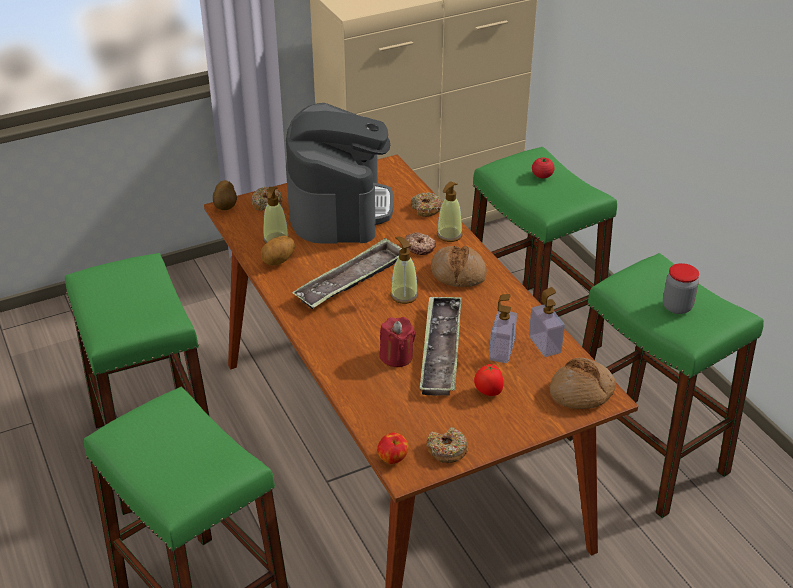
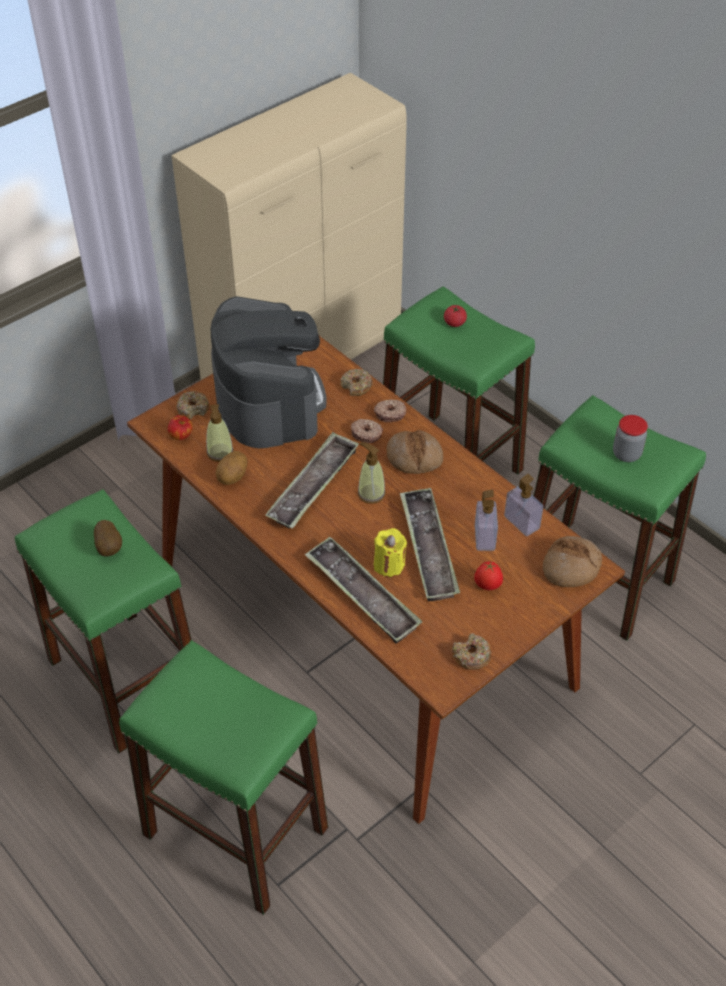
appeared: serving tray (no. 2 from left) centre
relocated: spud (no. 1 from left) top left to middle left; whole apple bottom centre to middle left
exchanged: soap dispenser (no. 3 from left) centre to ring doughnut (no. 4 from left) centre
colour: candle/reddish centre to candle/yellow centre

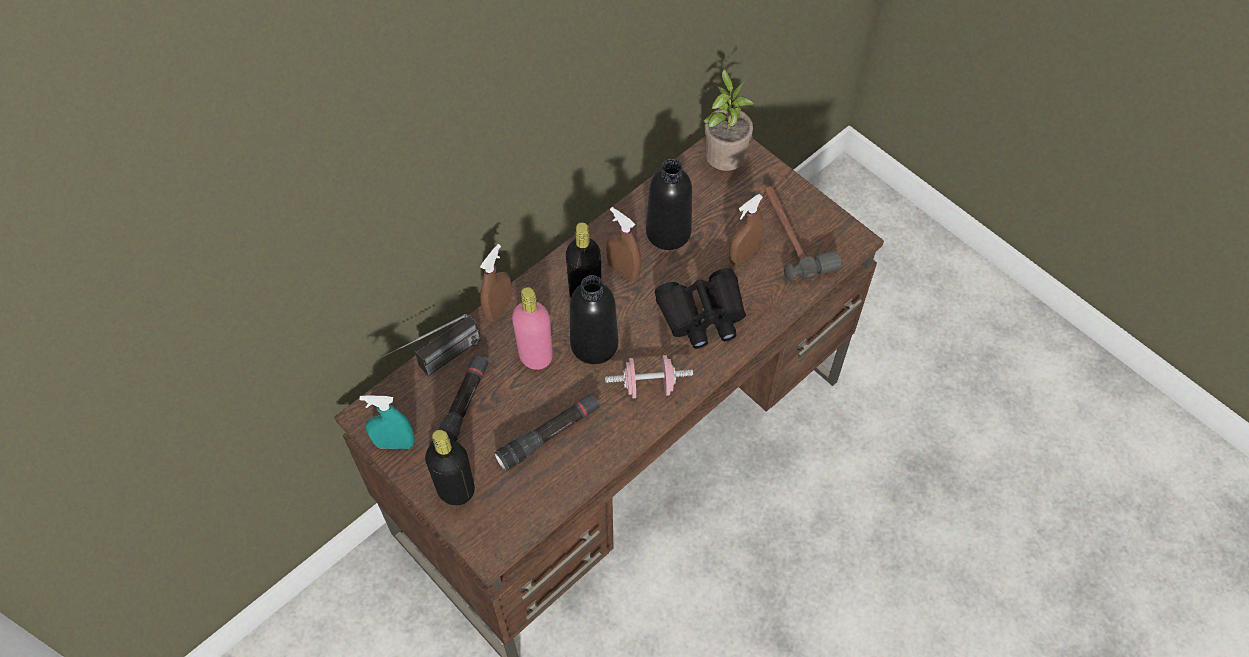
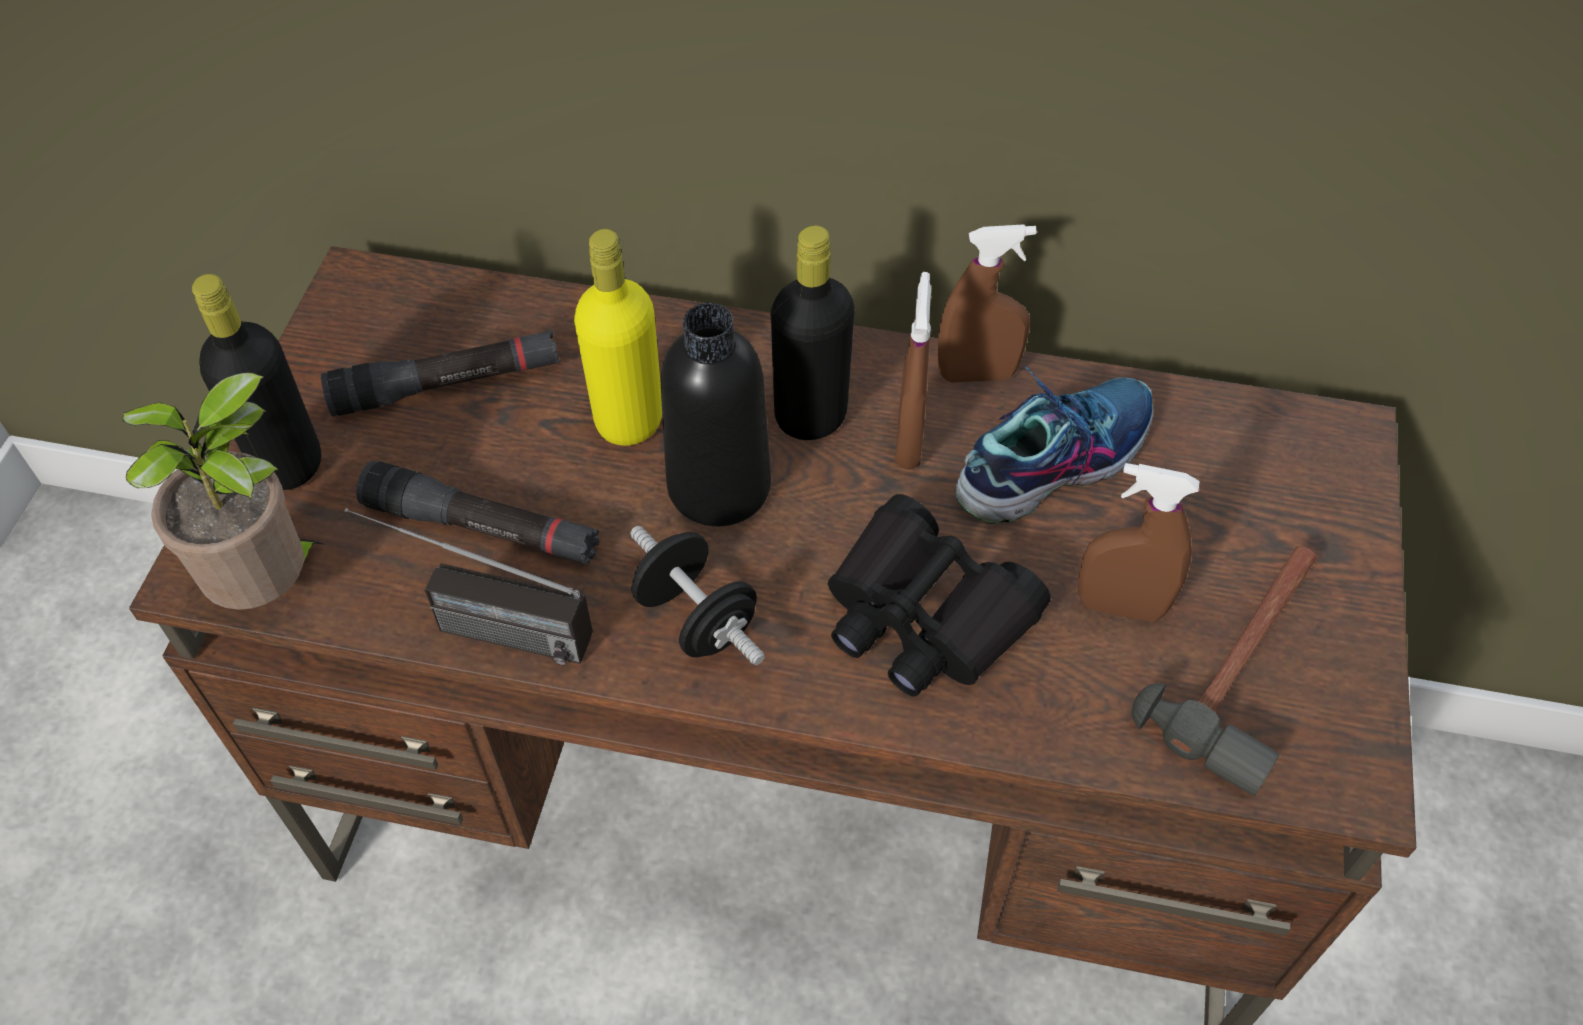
missing: hand sprayer/turquoise-coloured middle left
relocated: radio set centre to middle left; hand sprayer/brownish (no. 1 from left in the first image) centre to hand sprayer/brownish (no. 2 from left) top centre; plant in a pot top centre to middle left
exchanged: drink bottle/black (no. 4 from left) top centre to shoe centre
colour: drink bottle/pink-coloured centre to drink bottle/yellow top centre; dumbbell/pink-coloured centre to dumbbell/black centre

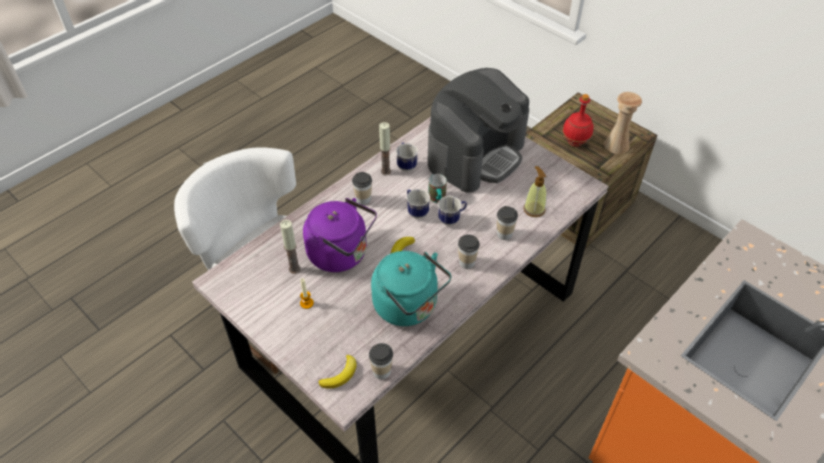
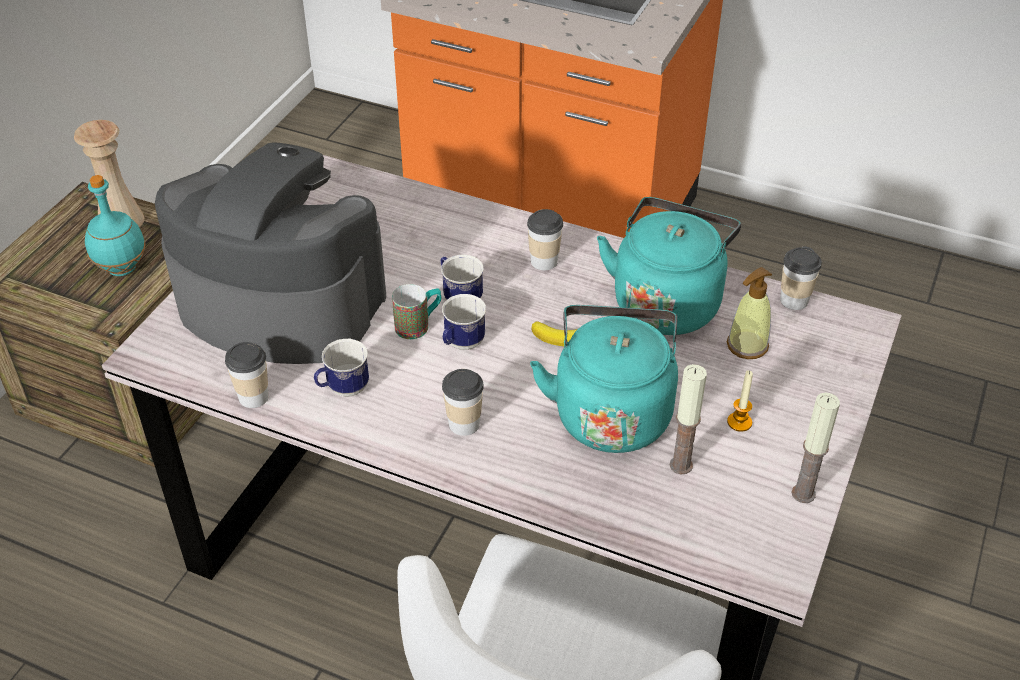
missing: whole banana (no. 1 from left) bottom centre
relocated: candle (no. 3 from left) top centre to middle right; cup (no. 4 from left in the first image) centre to cup (no. 1 from left) middle left; soap dispenser centre to middle right
colour: water kettle/purplish centre to water kettle/turquoise-coloured (no. 1 from left) centre; drink bottle/reddish top right to drink bottle/turquoise-coloured top left

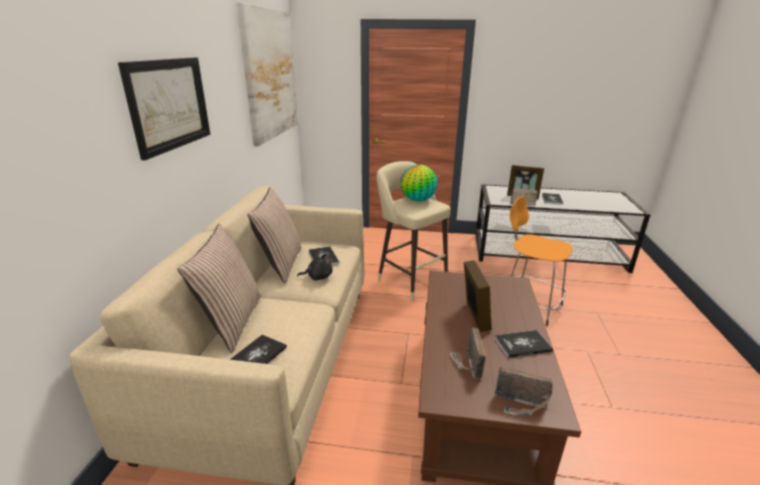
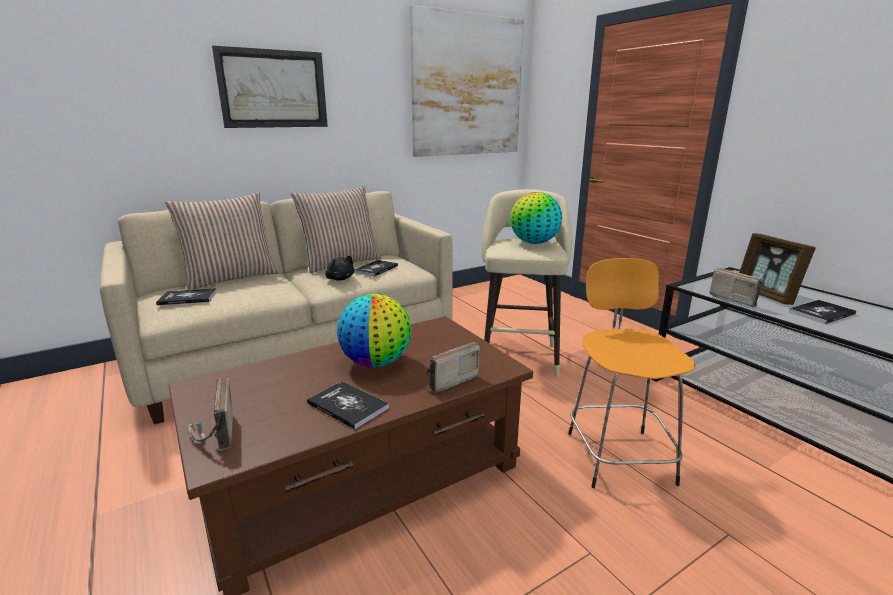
relocated: radio set (no. 1 from left in the first image) bottom centre to radio set (no. 2 from left) centre
exchanged: standing frame (no. 1 from left) centre to globe (no. 1 from left) centre

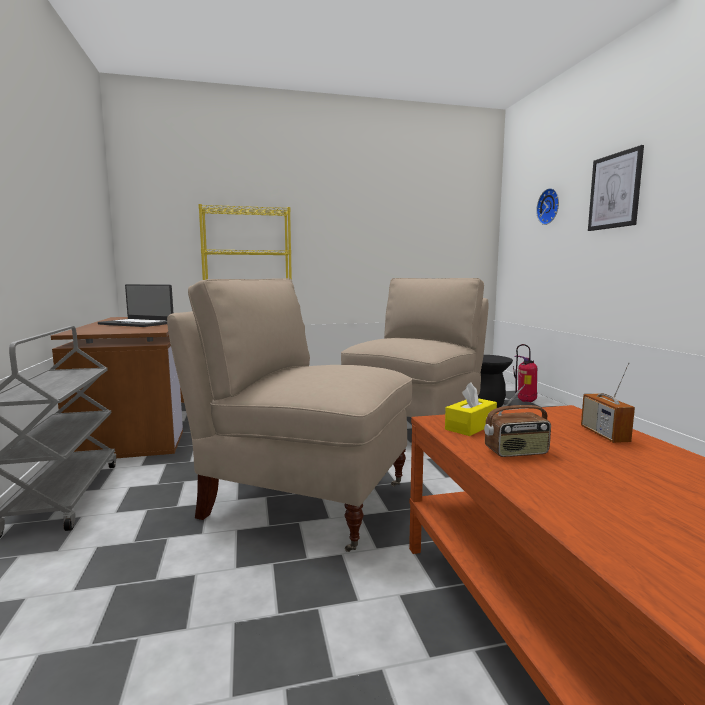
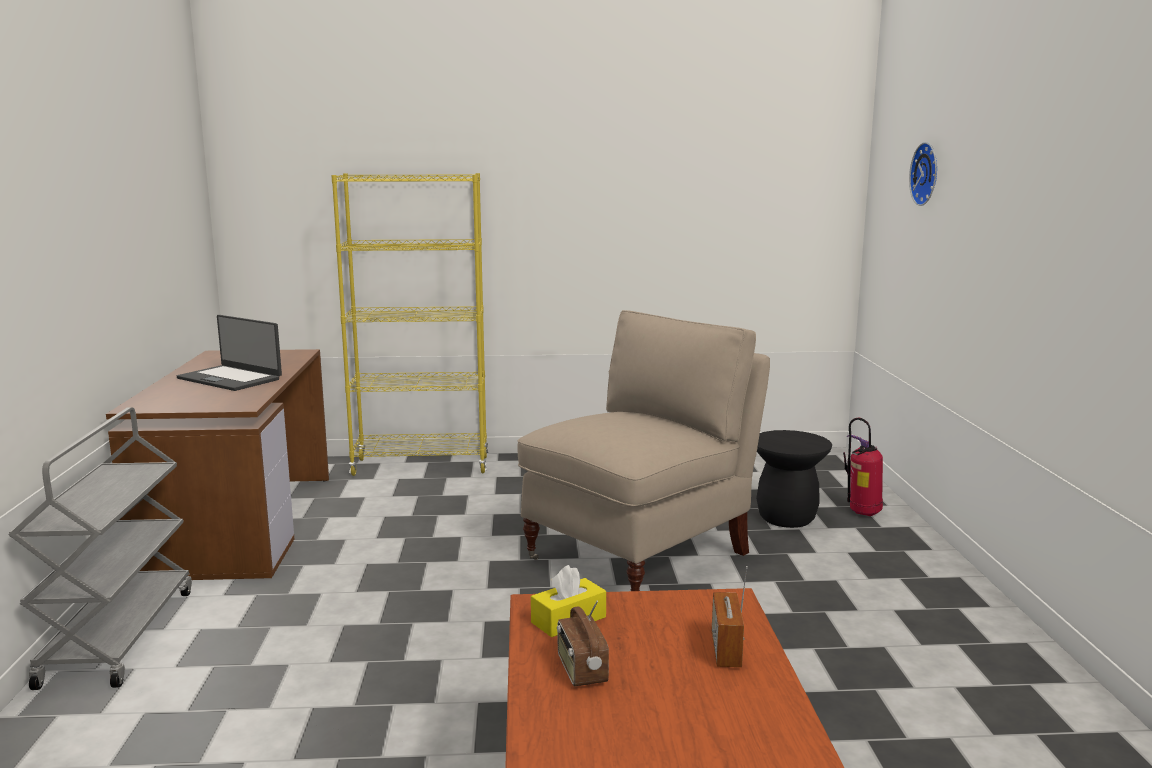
missing: plain chair/sand-coloured (no. 1 from left) centre; wall picture top right
spun: radio set (no. 1 from left) middle right = bottom centre 75 degrees clockwise

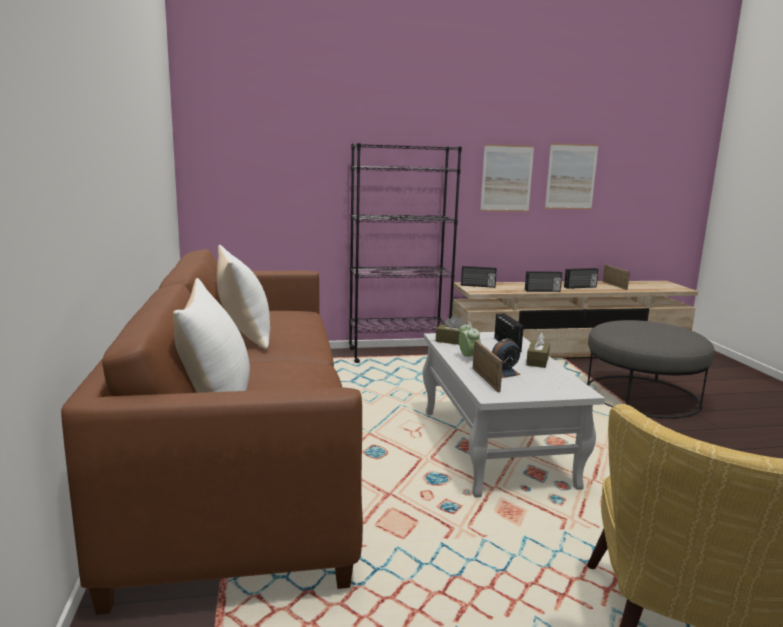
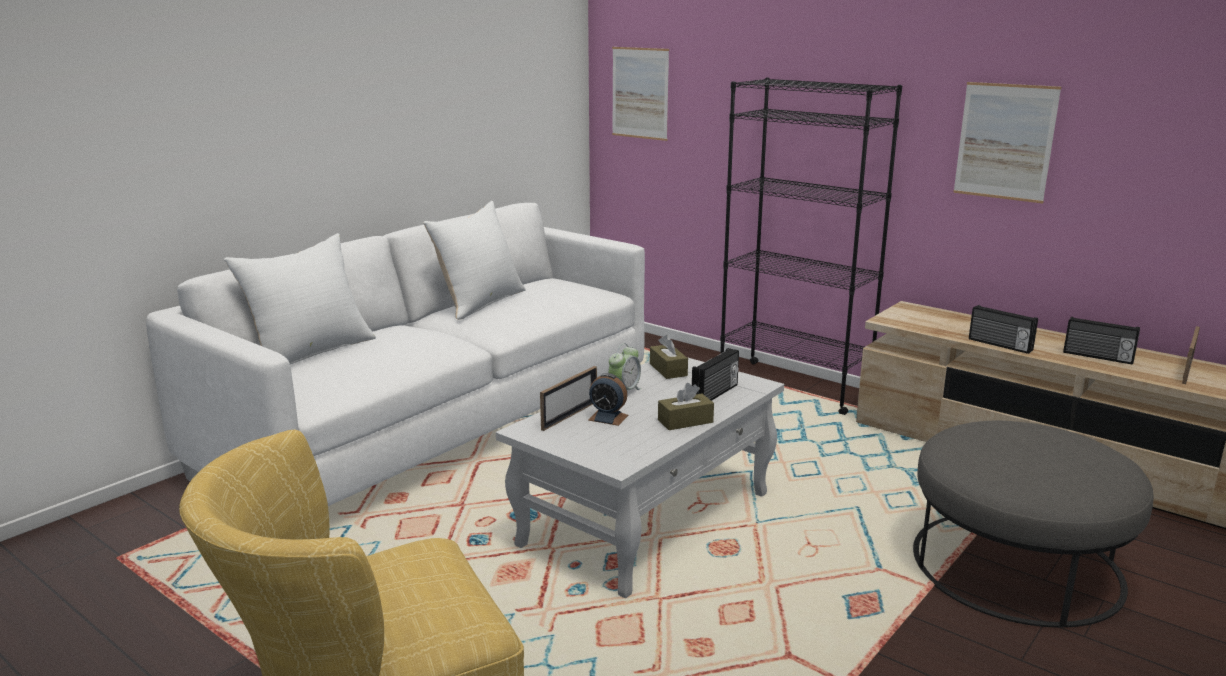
missing: radio set (no. 1 from left) centre
relocated: wall picture (no. 2 from left in the first image) top right to wall picture (no. 1 from left) top centre
colour: sofa/brownish bottom left to sofa/white-coloured middle left

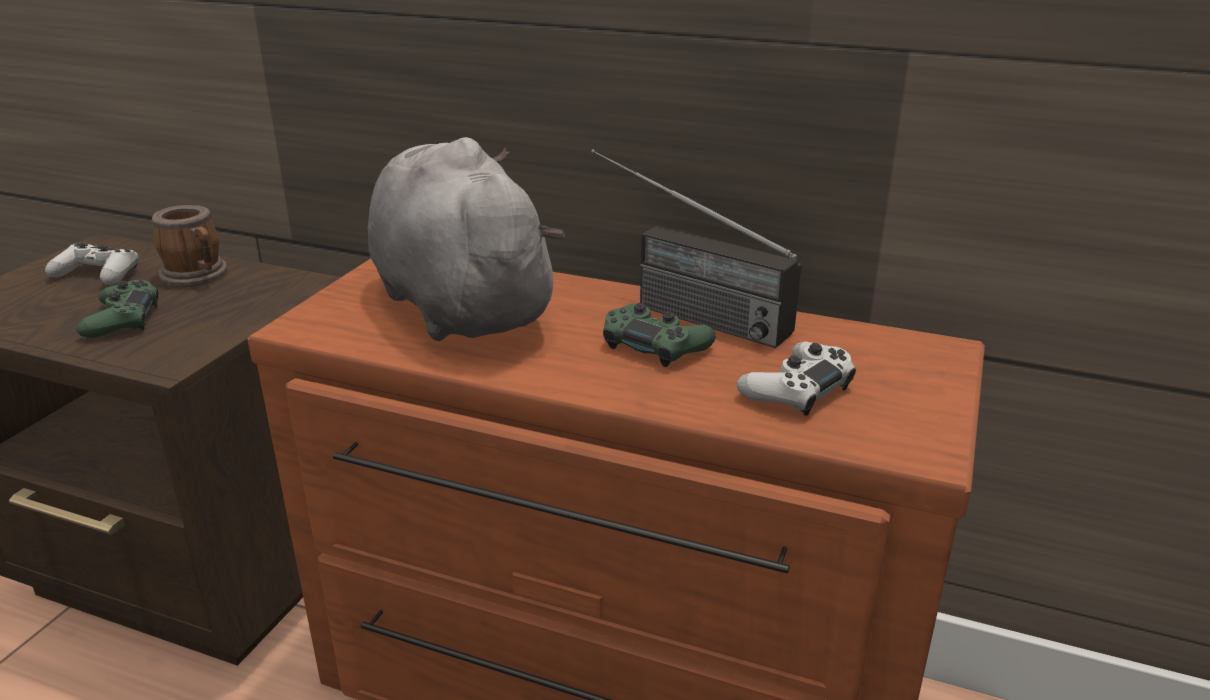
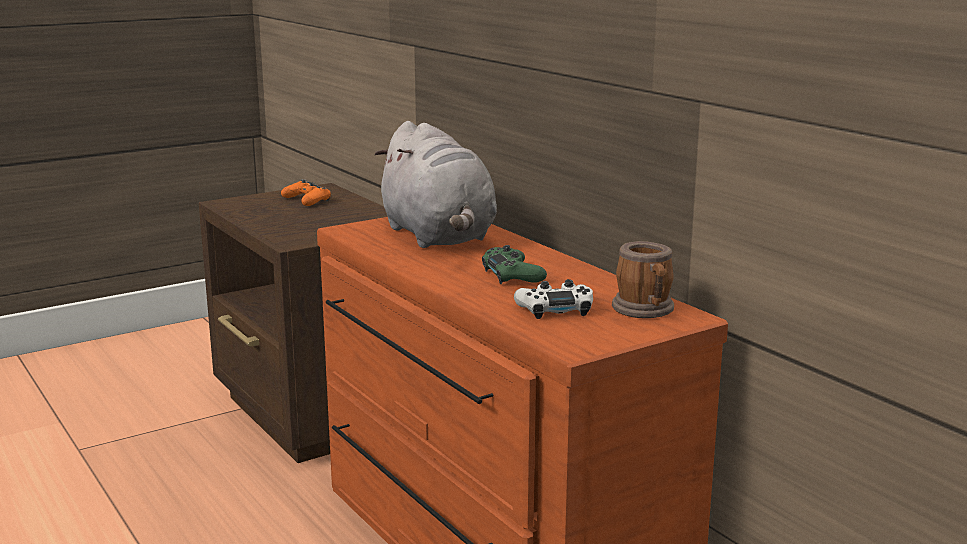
missing: gamepad/green-coloured (no. 1 from left) middle left; radio set centre
relocated: coffee mug middle left to centre
colour: gamepad/white-coloured (no. 1 from left) middle left to gamepad/orange-coloured middle left
spun: soft toy/grey centre = centre 150 degrees clockwise

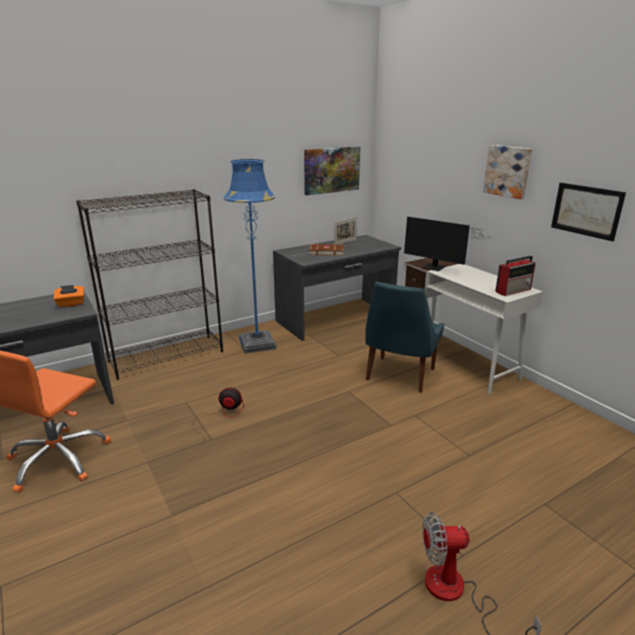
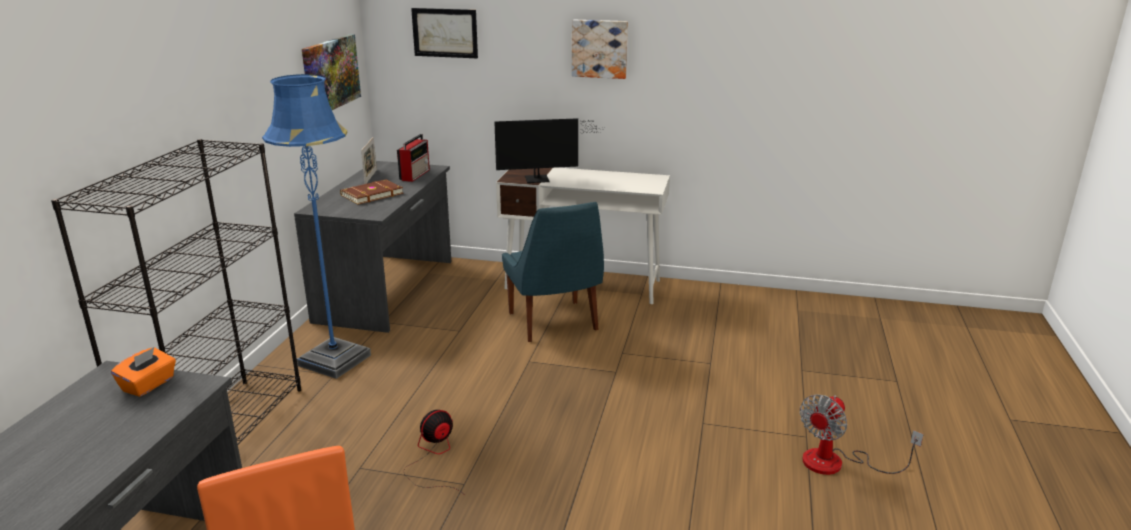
relocated: radio set middle right to top centre; wall picture (no. 3 from left in the first image) middle right to wall picture (no. 2 from left) top centre

